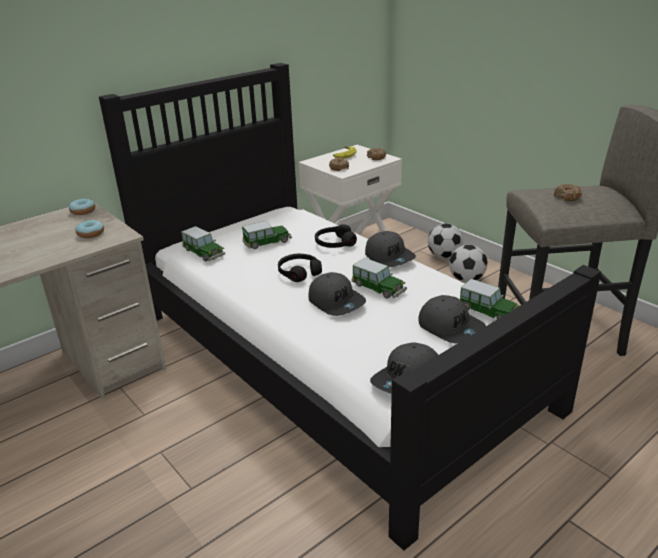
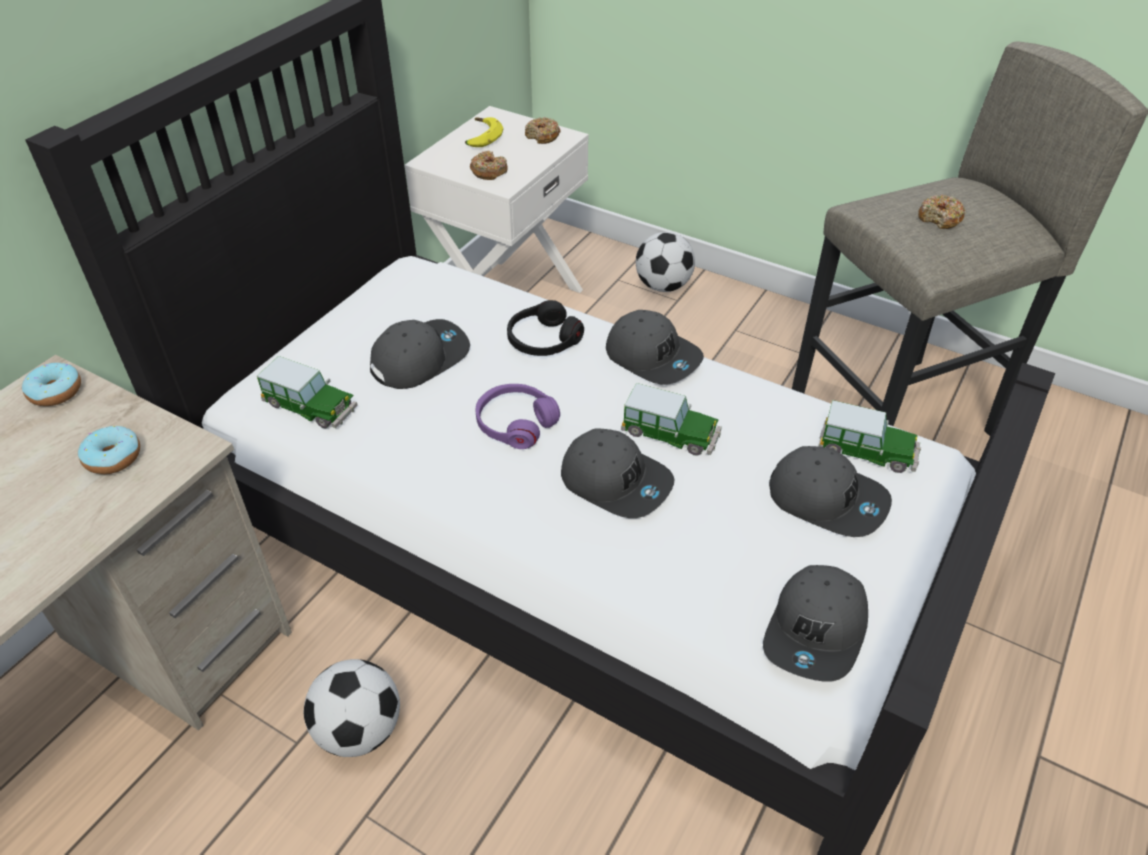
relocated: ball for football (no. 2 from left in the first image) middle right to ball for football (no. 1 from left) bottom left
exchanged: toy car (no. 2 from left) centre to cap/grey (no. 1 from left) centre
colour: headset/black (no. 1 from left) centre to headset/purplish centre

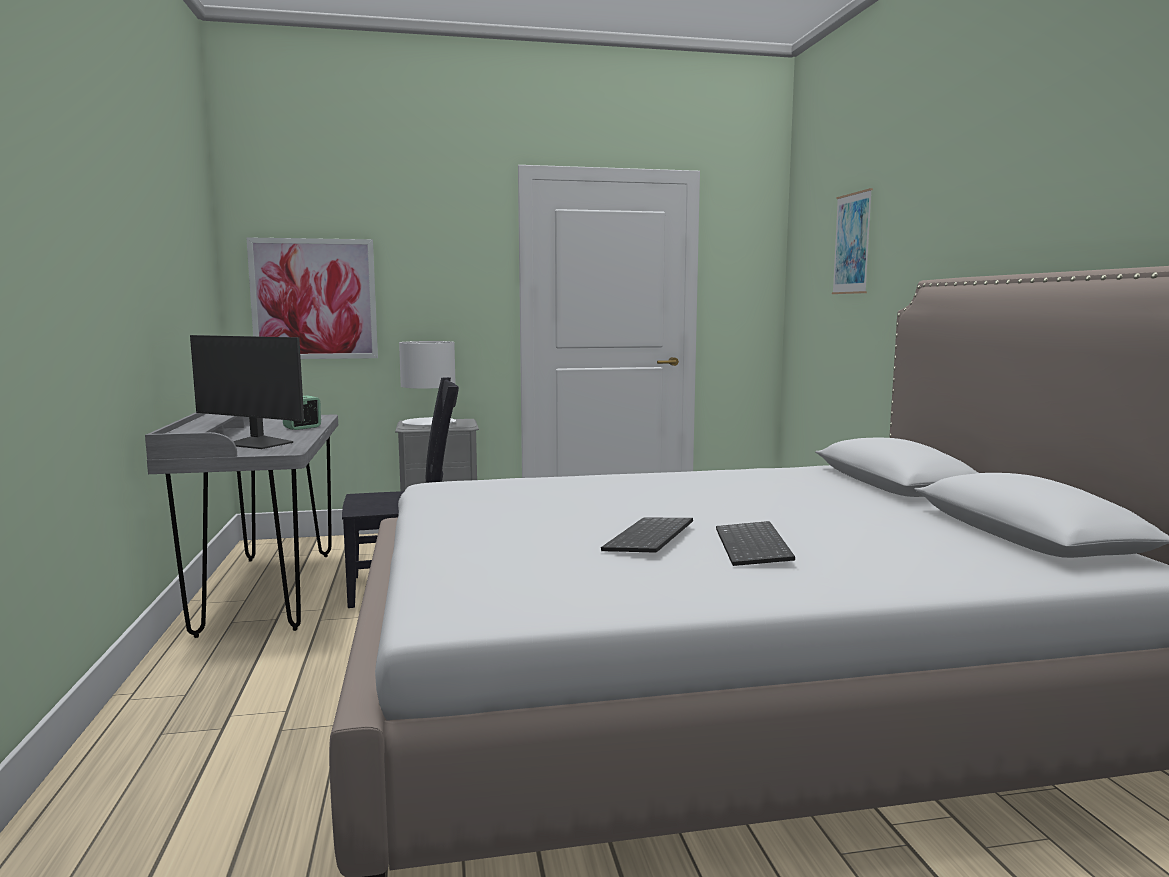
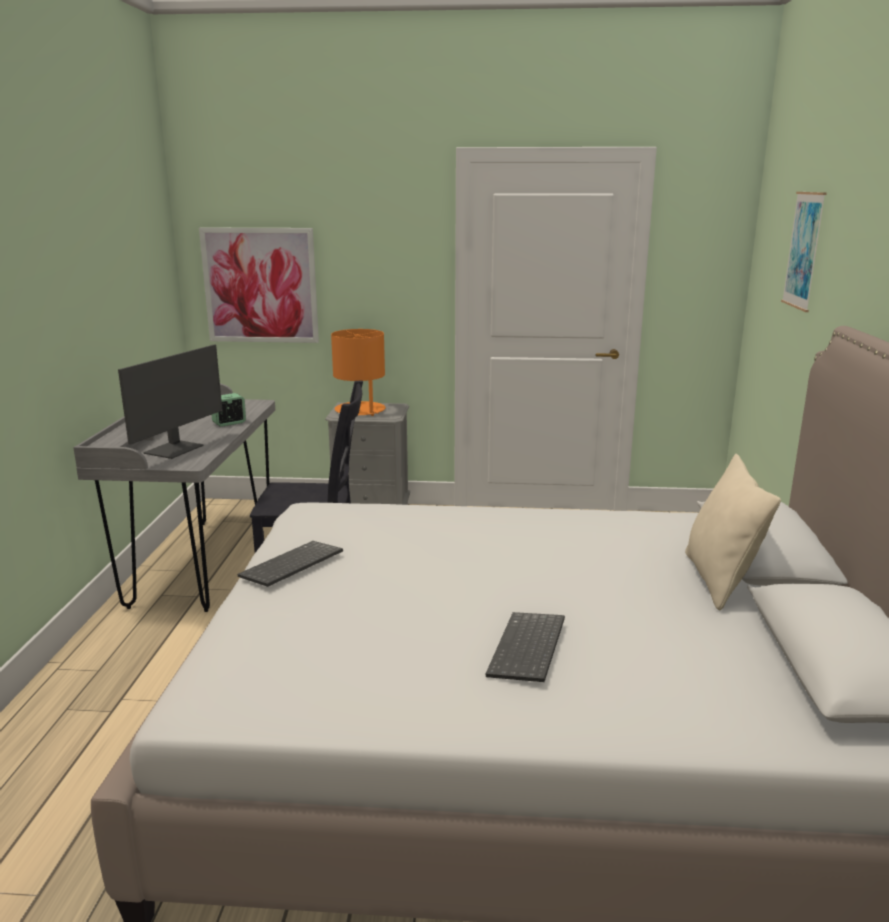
appeared: cushion/sand-coloured middle right
relocated: PC keyboard (no. 1 from left) centre to middle left
colour: table lamp/white-coloured centre to table lamp/orange-coloured centre
spun: computer screen middle left = middle left 105 degrees counterclockwise

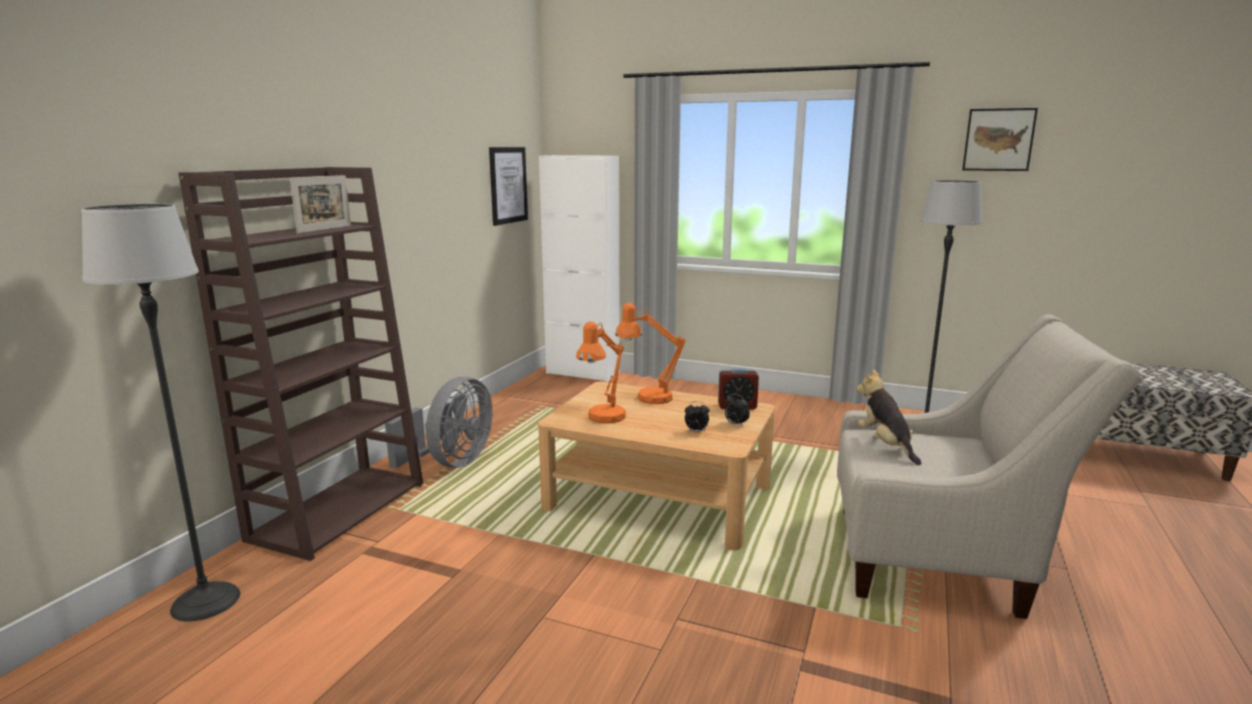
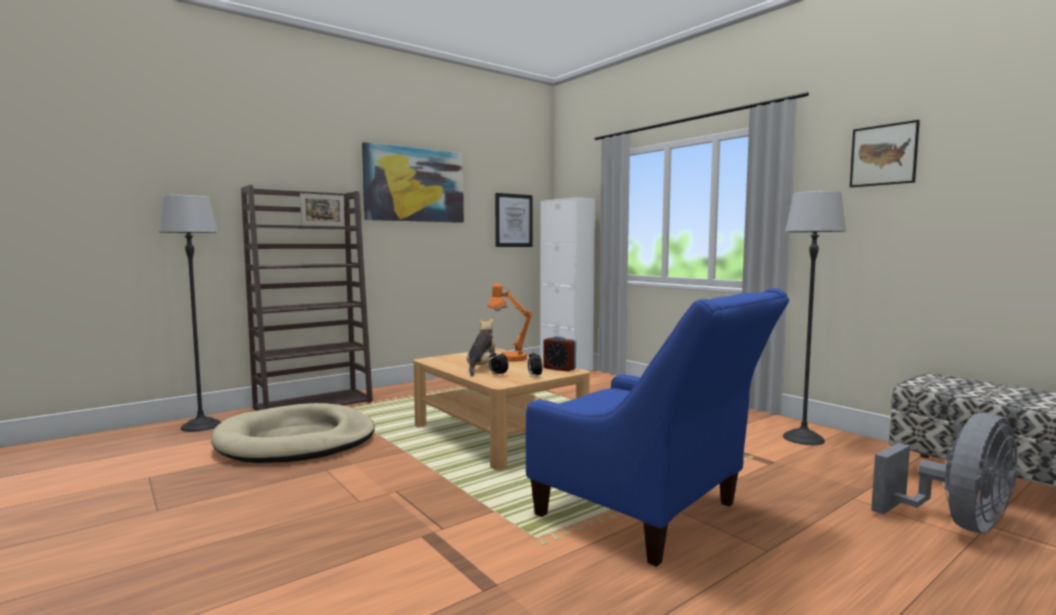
missing: table lamp/orange-coloured (no. 1 from left) centre
appeared: pet bed/sand-coloured bottom left; wall picture (no. 1 from left) top centre
relocated: electric fan/grey centre to bottom right; soft toy middle right to centre
colour: easy chair/sand-coloured middle right to easy chair/blue bottom centre

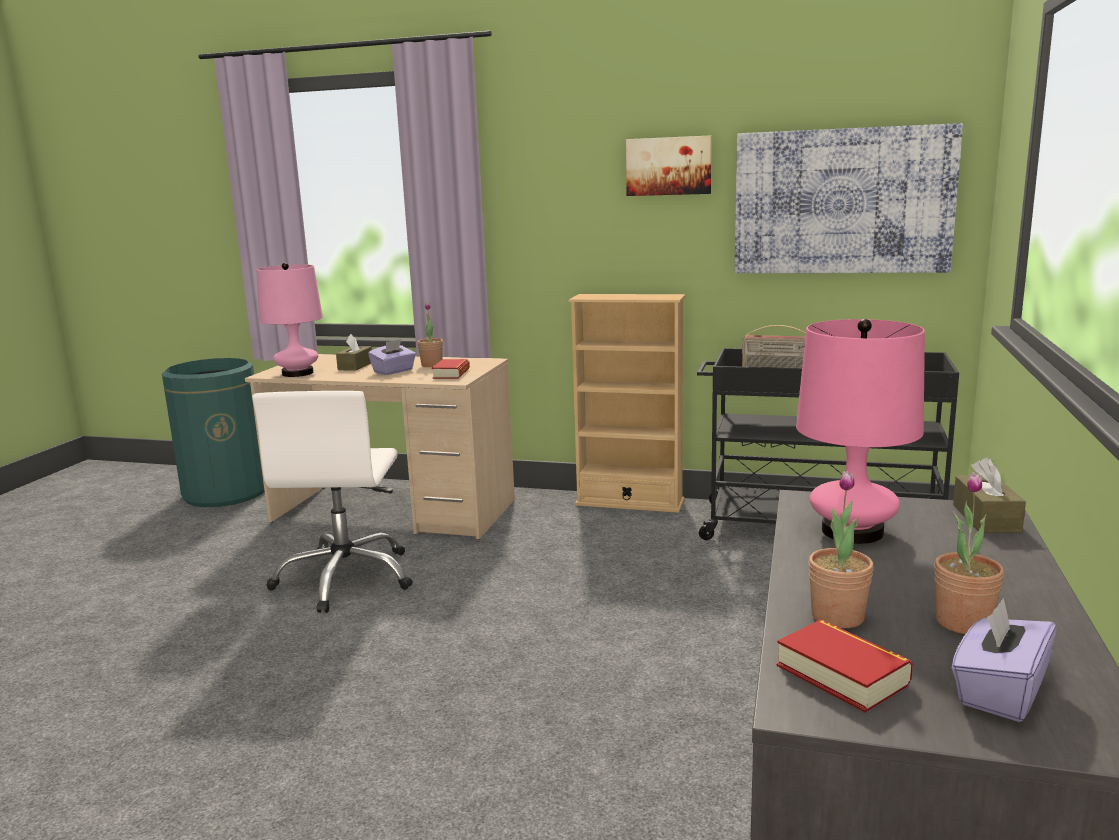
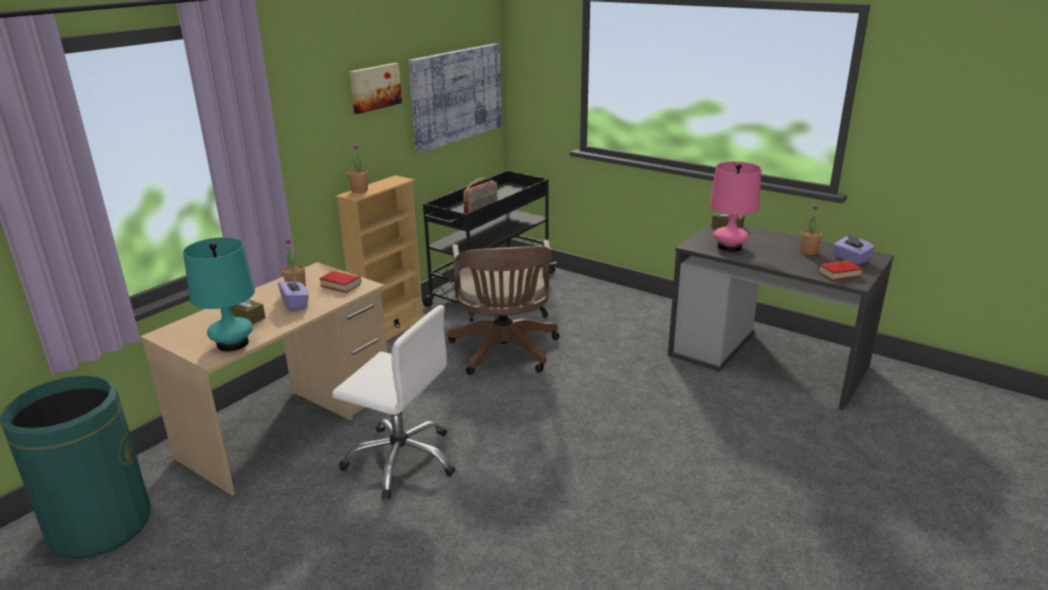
appeared: computer chair/brownish centre
relocated: plant in a pot (no. 2 from left) middle right to top centre
colour: table lamp/pink-coloured (no. 1 from left) middle left to table lamp/turquoise-coloured middle left

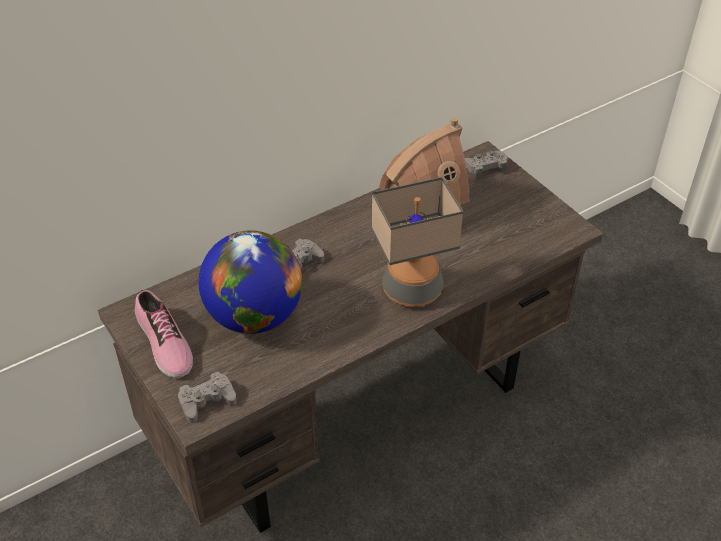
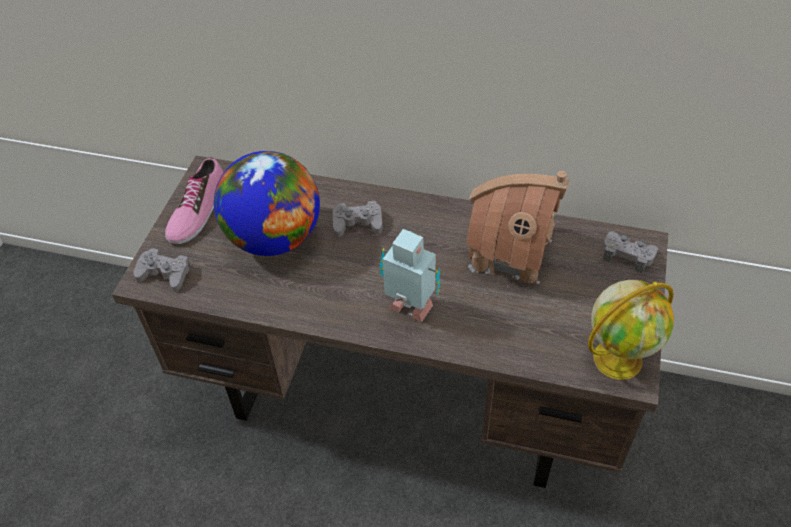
appeared: globe (no. 2 from left) middle right
exchanged: table lamp centre to model robot centre

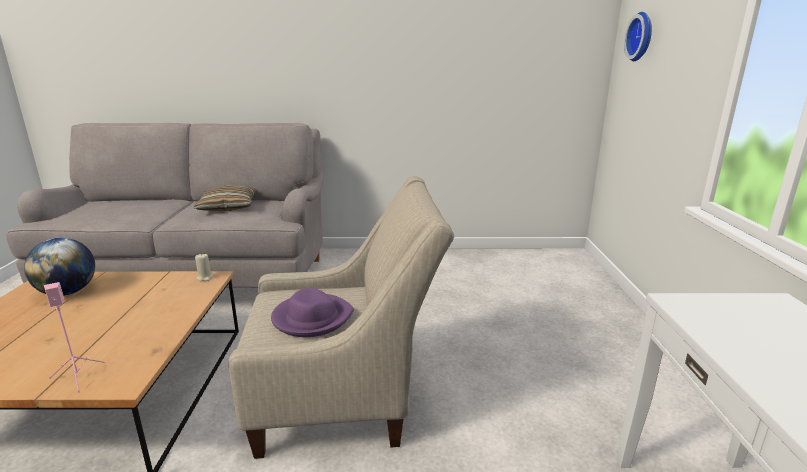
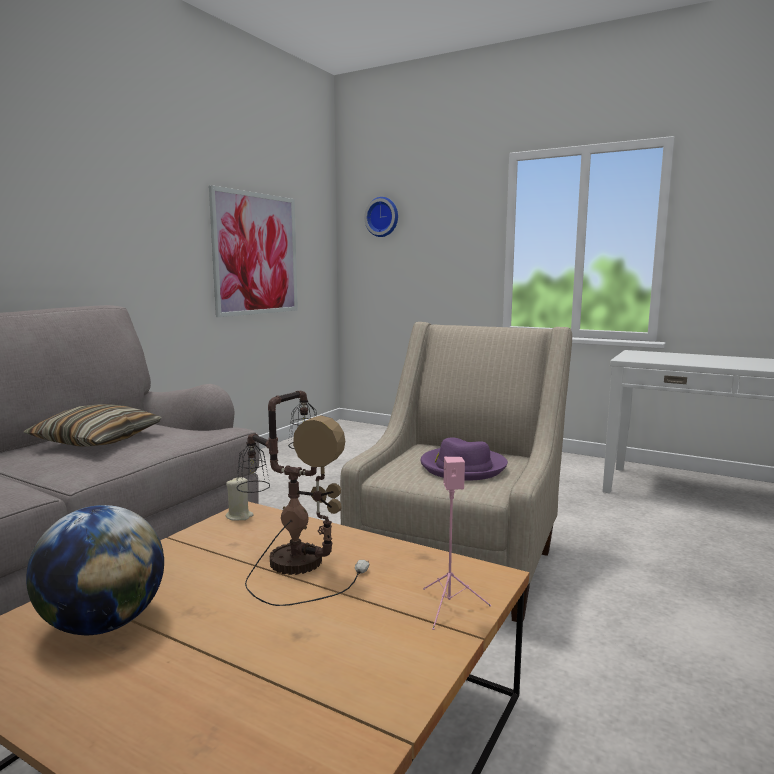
appeared: wall picture top left; table lamp centre

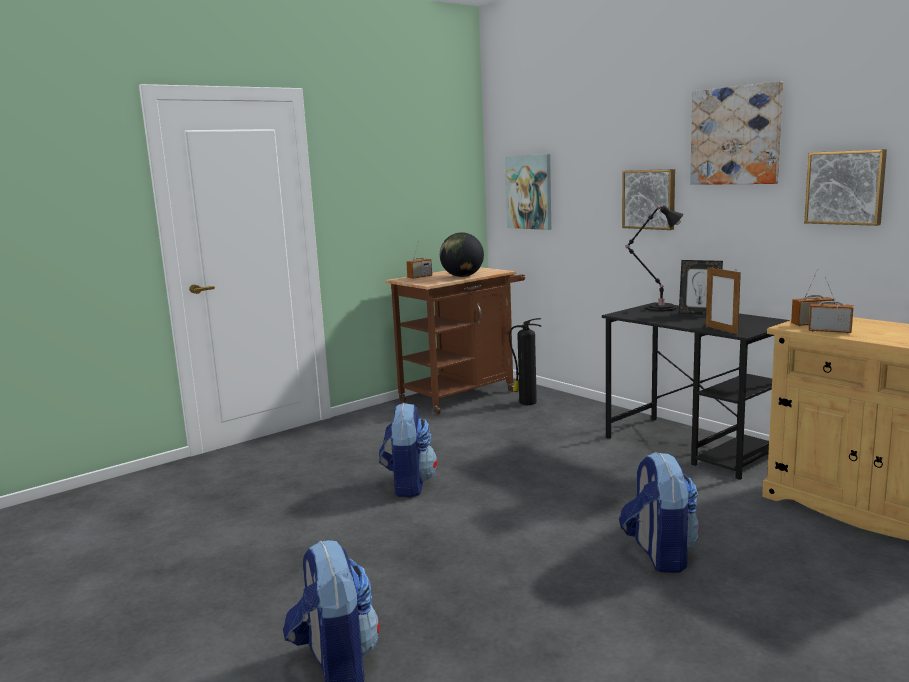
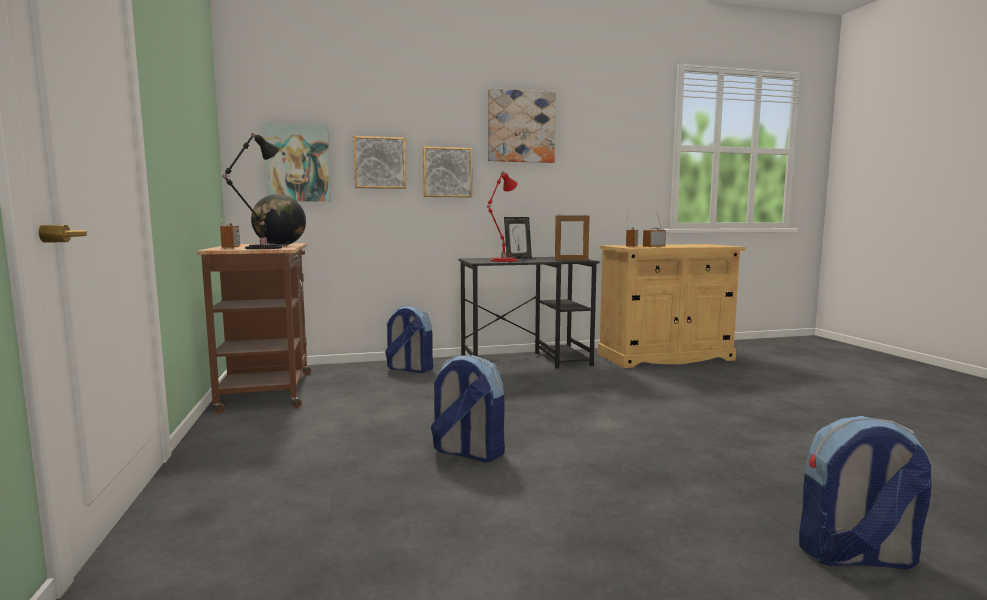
missing: extinguisher centre
appeared: table lamp/reddish centre
relocated: rucksack (no. 3 from left in the first image) bottom right to rucksack (no. 1 from left) centre; table lamp/black middle right to top left; wall picture (no. 4 from left in the first image) top right to wall picture (no. 2 from left) top centre

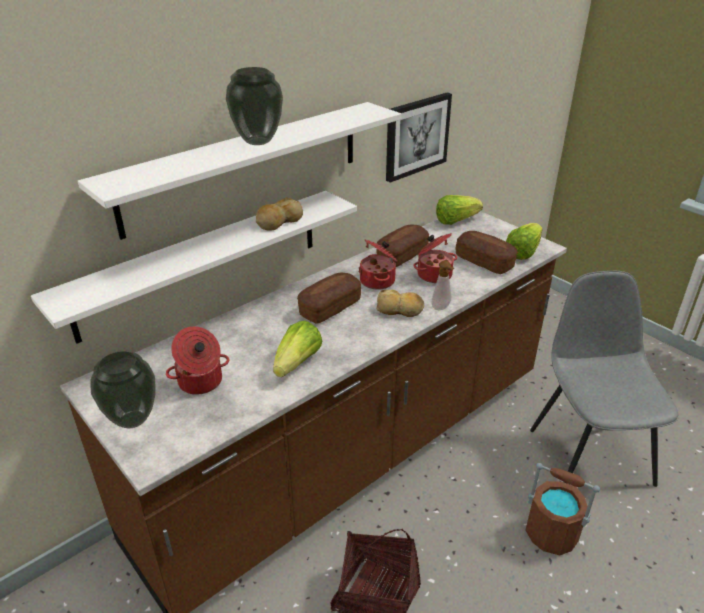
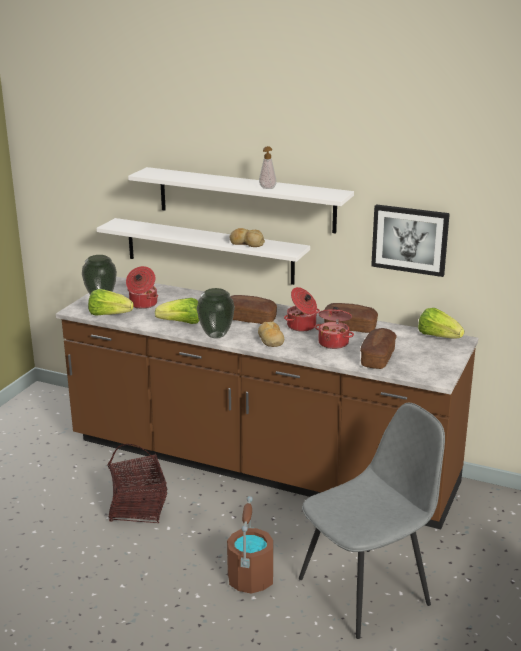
relocated: flower vase (no. 2 from left) top centre to centre; soap dispenser centre to top centre; head of lettuce (no. 3 from left in the first image) middle right to head of lettuce (no. 1 from left) middle left

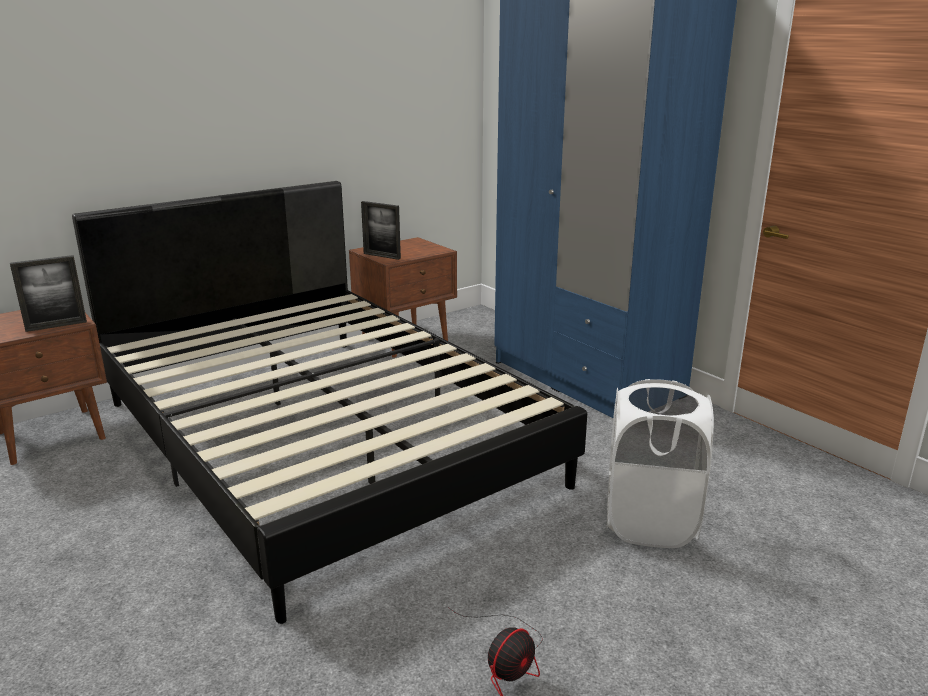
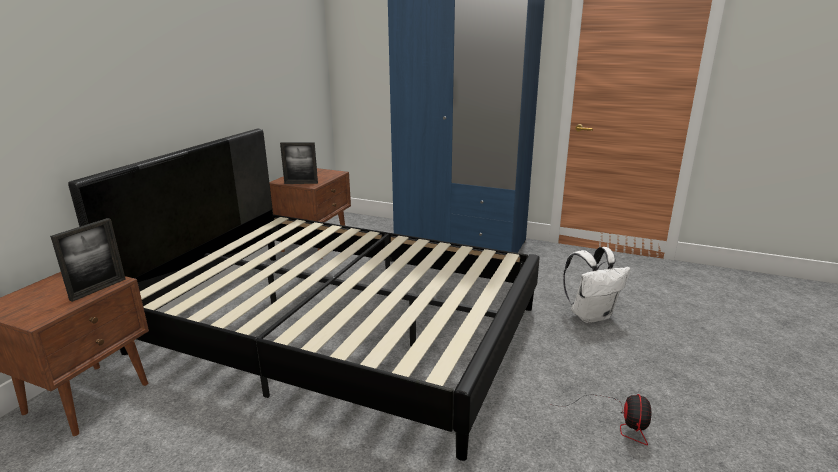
exchanged: washing basket/white-coloured middle right to rucksack/white-coloured middle right

